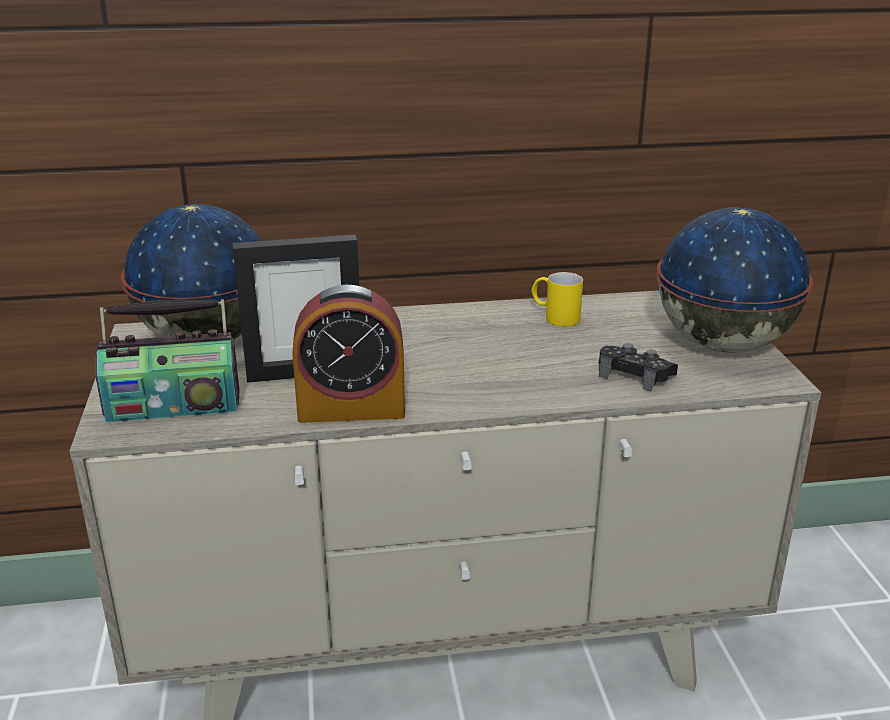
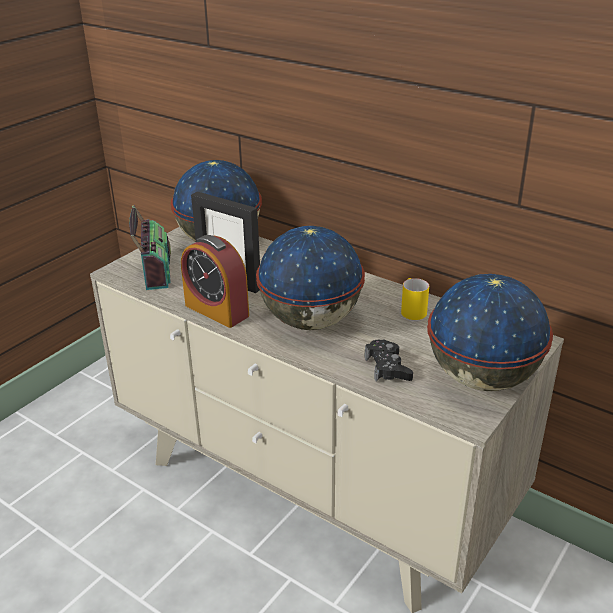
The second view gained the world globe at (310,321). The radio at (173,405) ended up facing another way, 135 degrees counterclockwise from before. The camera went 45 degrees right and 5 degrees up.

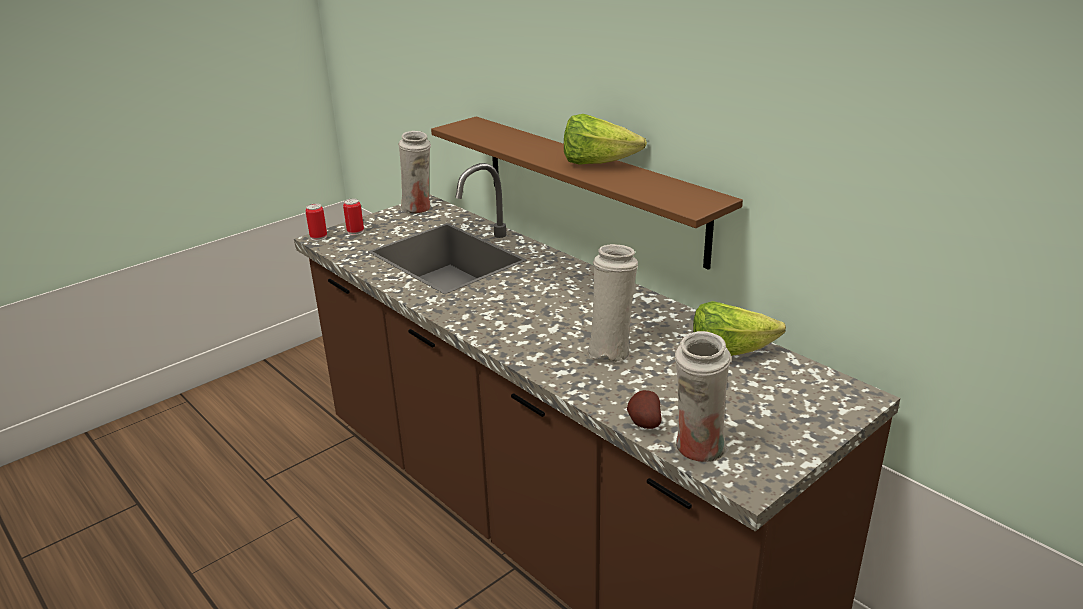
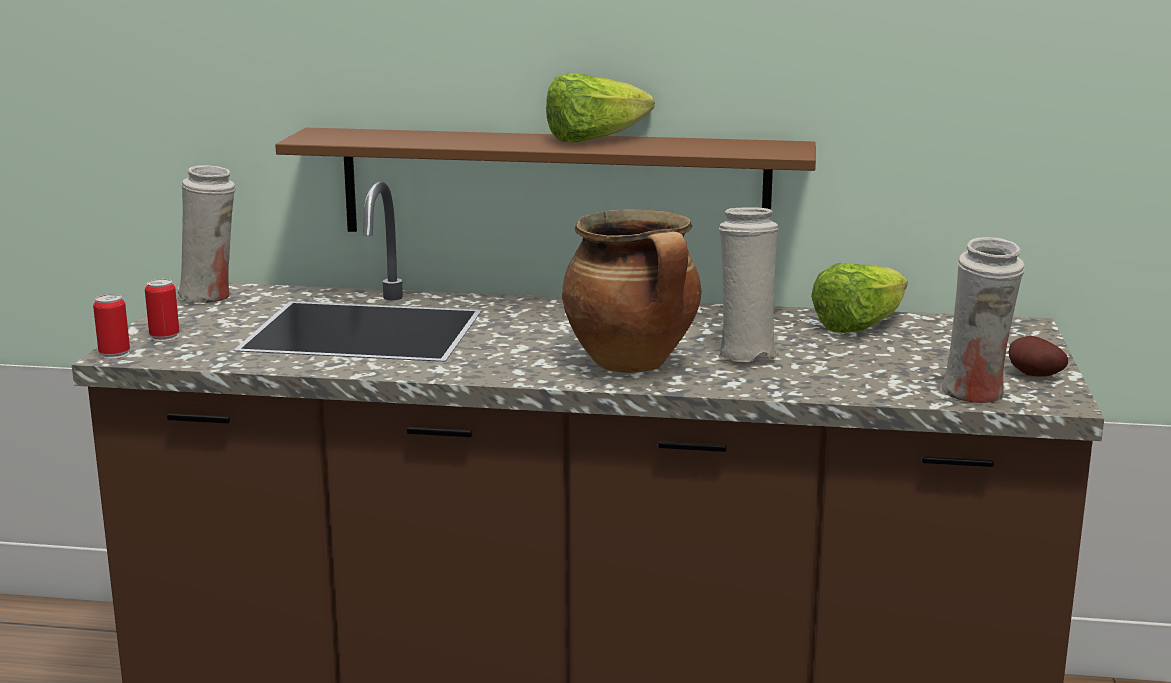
The second view gained the saucepot at (633,364). The potato ended up elsewhere, having gone from (643,423) to (1033,376). The camera went 40 degrees left and 10 degrees down.

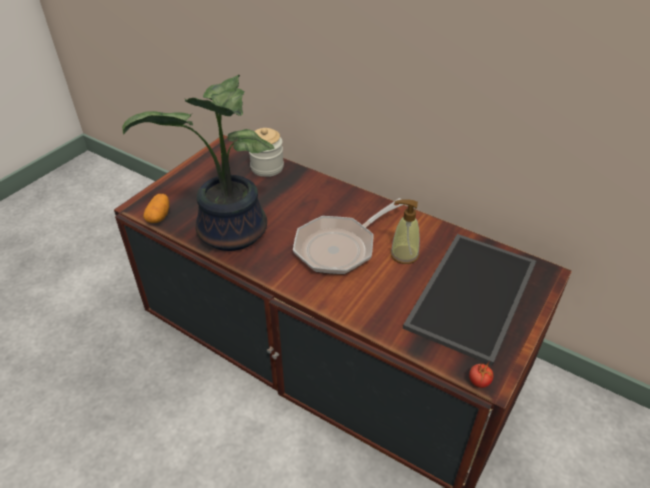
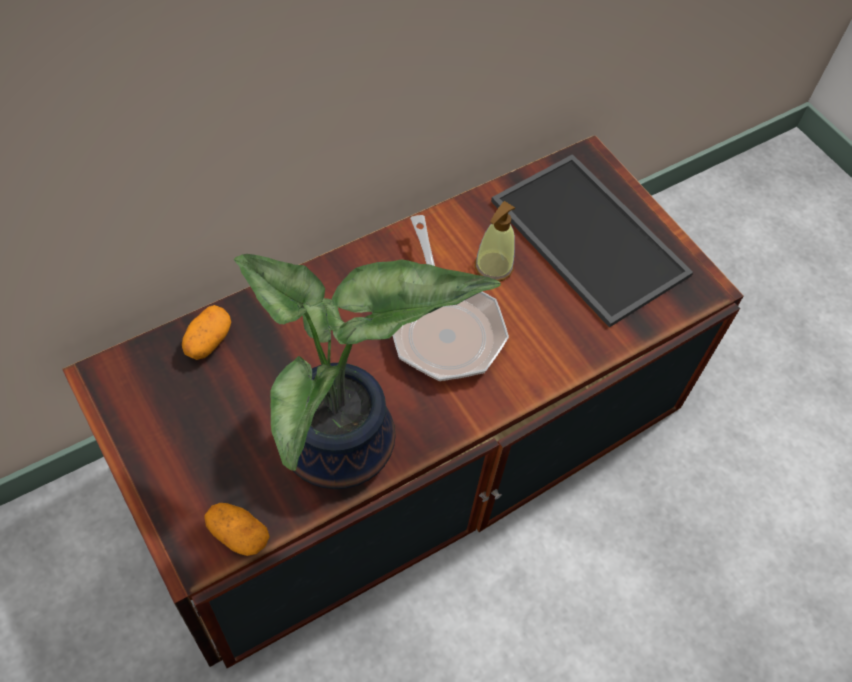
The second view lost the whole tomato at (479,382). Where the jar stood at (267,167), the potato came to stand at (208,341). The camera went 70 degrees left and 15 degrees up.

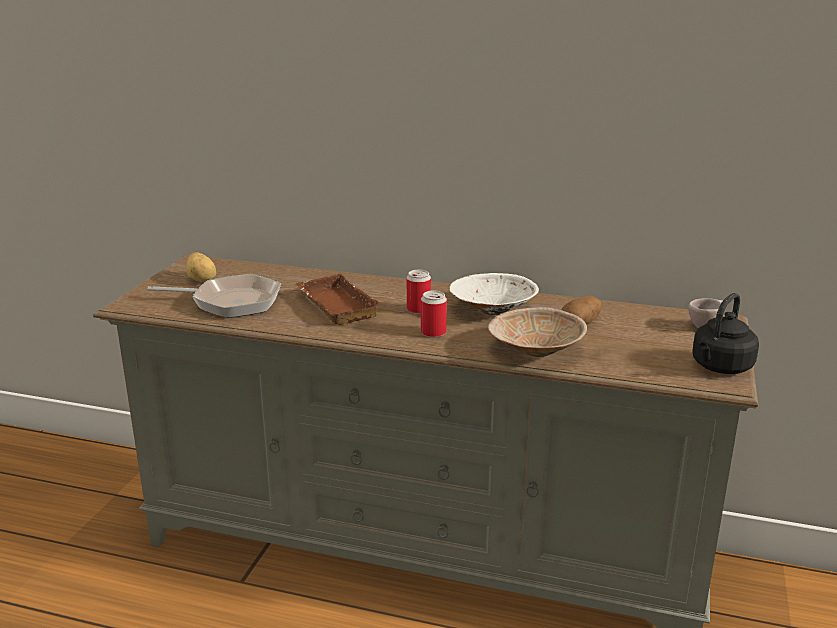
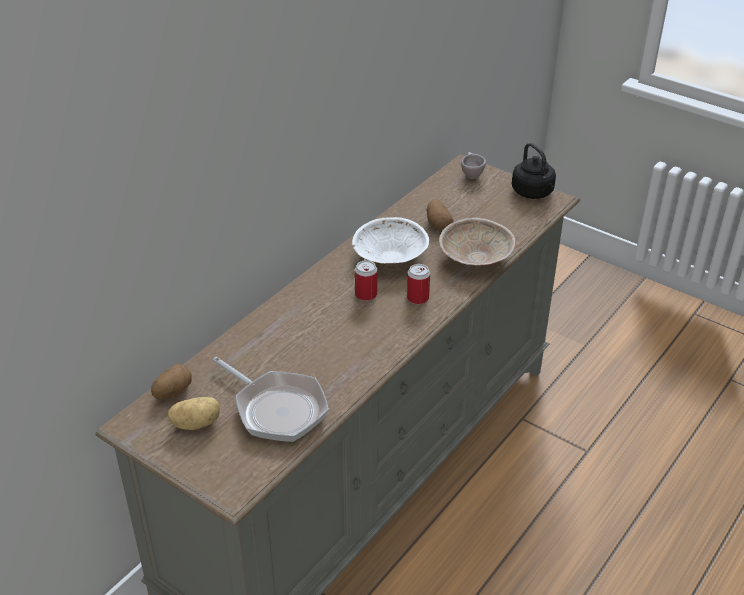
The second view lost the brown-coloured tray at (334,306). The second view gained the potato at (172,392). The pan at (231,302) ended up facing another way, 105 degrees clockwise from before. The camera went 70 degrees left and 15 degrees up.

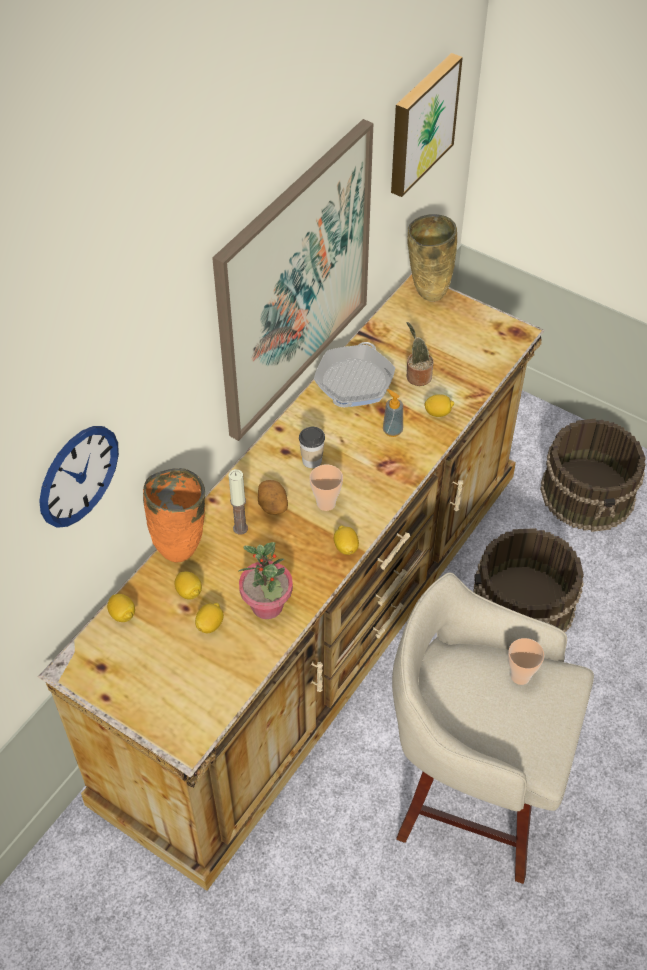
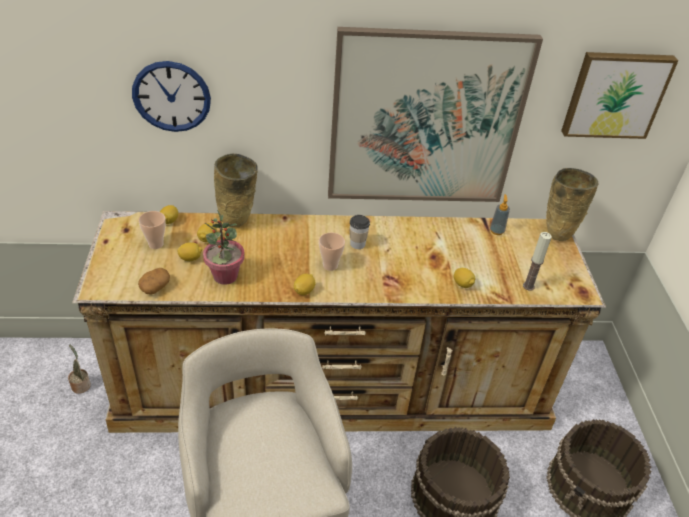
The second view lost the pan at (354,382). The wax light ended up elsewhere, having gone from (240,528) to (528,286). The potato ended up elsewhere, having gone from (272,504) to (155,287). The soap dispenser ended up elsewhere, having gone from (392,430) to (496,231). The plant in a pot ended up elsewhere, having gone from (417,376) to (81,385). The small cup ended up elsewhere, having gone from (520,676) to (156,244). What was the orangey flower vase at (182,548) turned into the beige flower vase at (237,222). The camera went 50 degrees right and 10 degrees down.

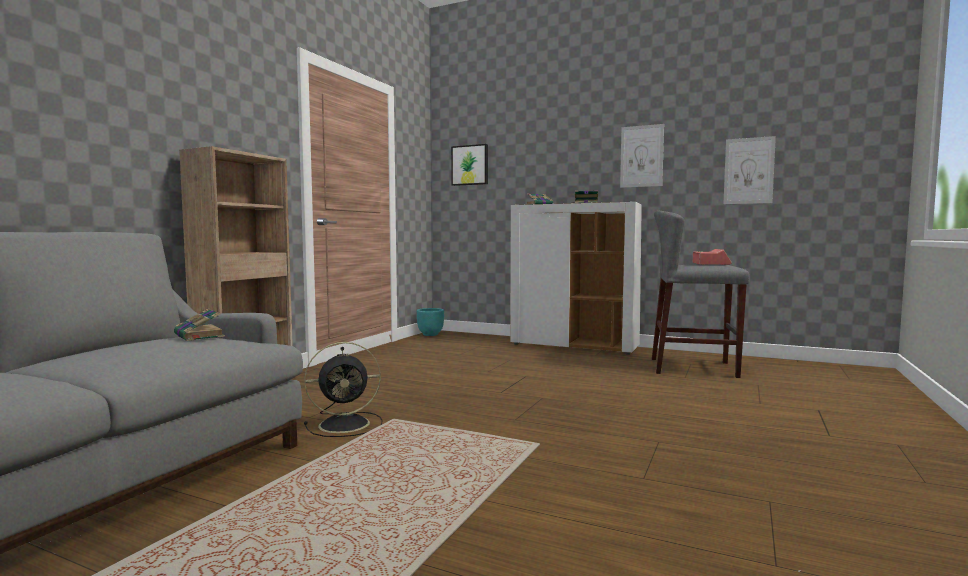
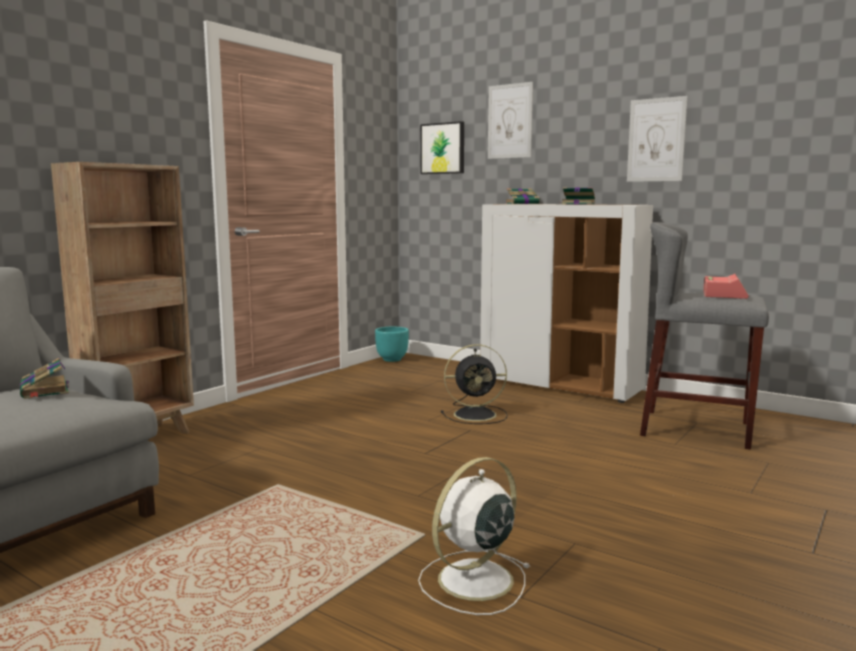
The second view gained the white electric fan at (473,581). The black electric fan ended up elsewhere, having gone from (346,424) to (477,414). The wall picture ended up elsewhere, having gone from (748,171) to (510,121). The camera went 10 degrees right and 5 degrees up.

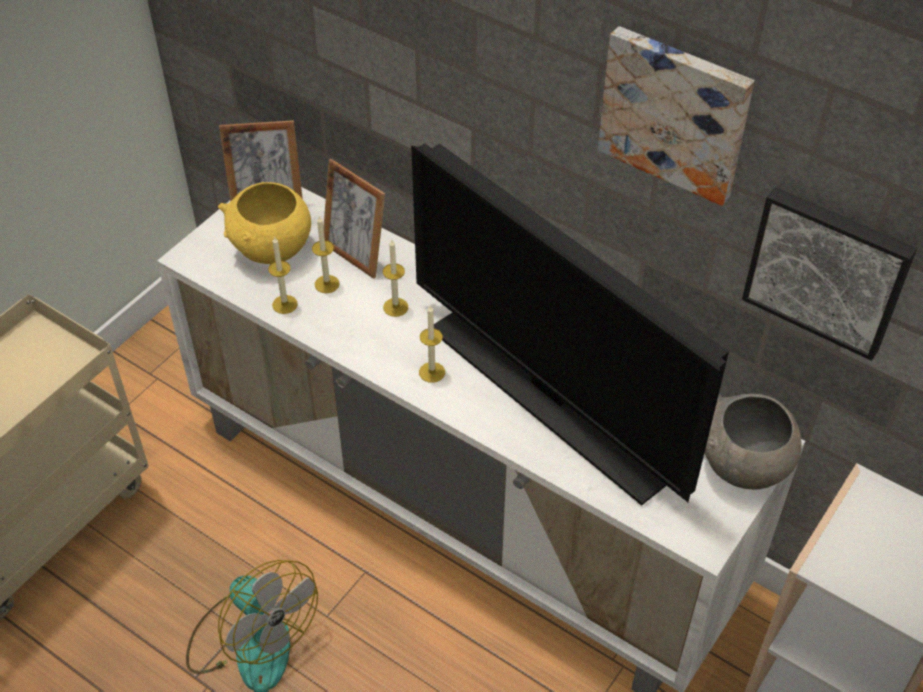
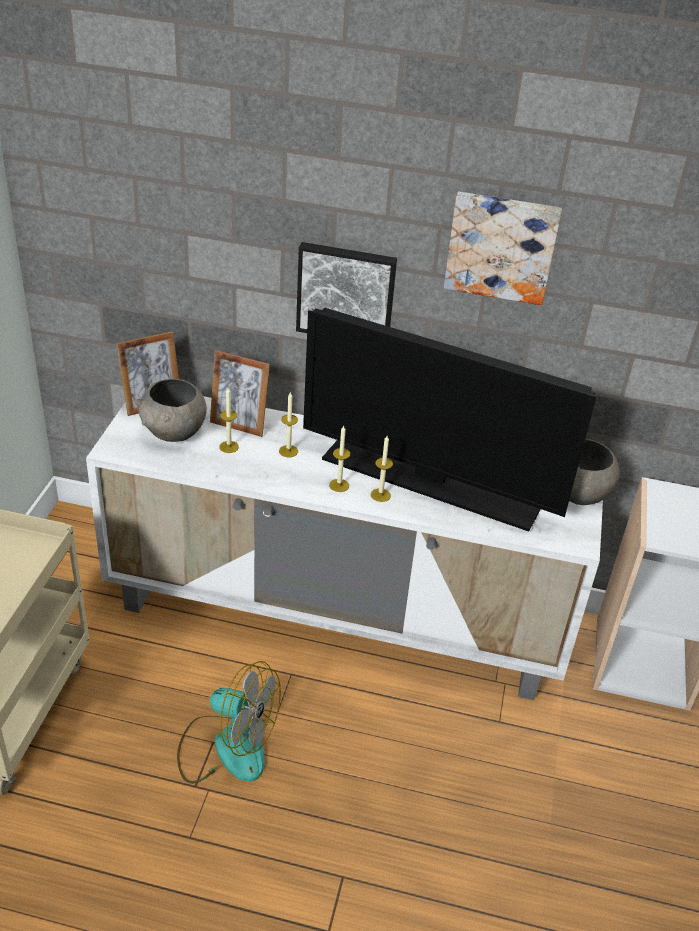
The wax light ended up elsewhere, having gone from (284,304) to (380,495). The wall picture ended up elsewhere, having gone from (827,270) to (346,292). What was the yellow-coloured serving bowl at (272,250) turned into the greyish serving bowl at (174,434). The camera went 25 degrees left and 10 degrees down.

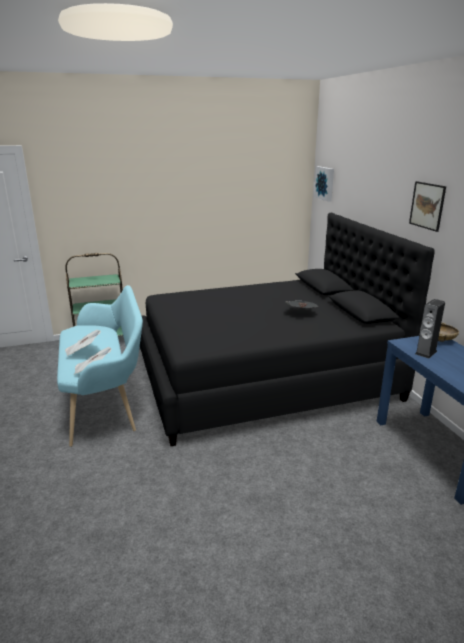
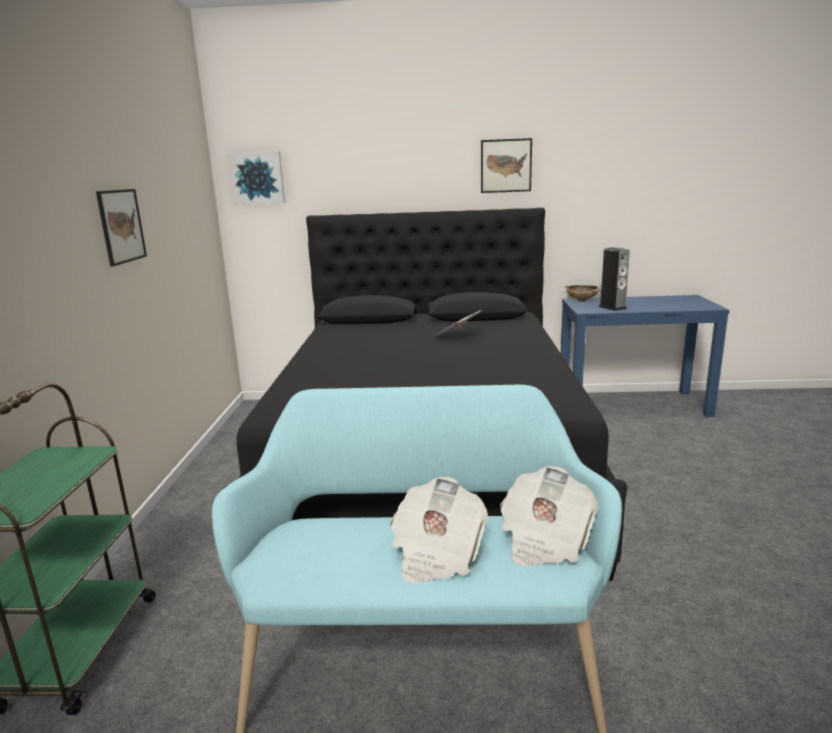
The second view gained the wall picture at (121,226). The camera went 70 degrees left and 5 degrees down.

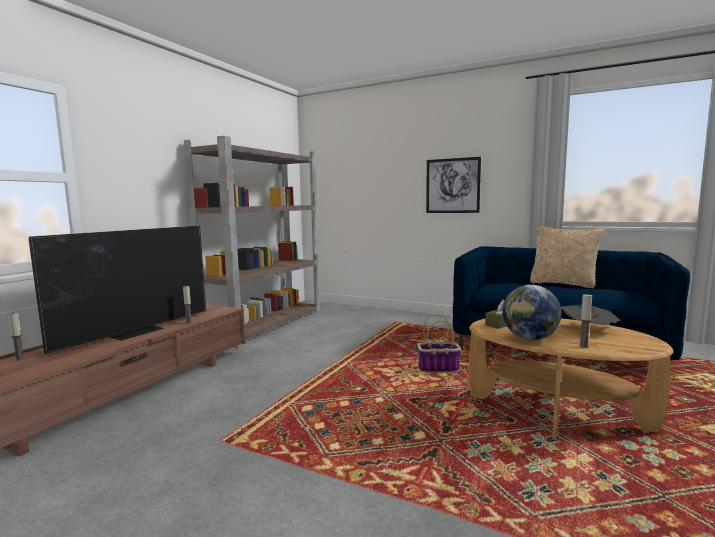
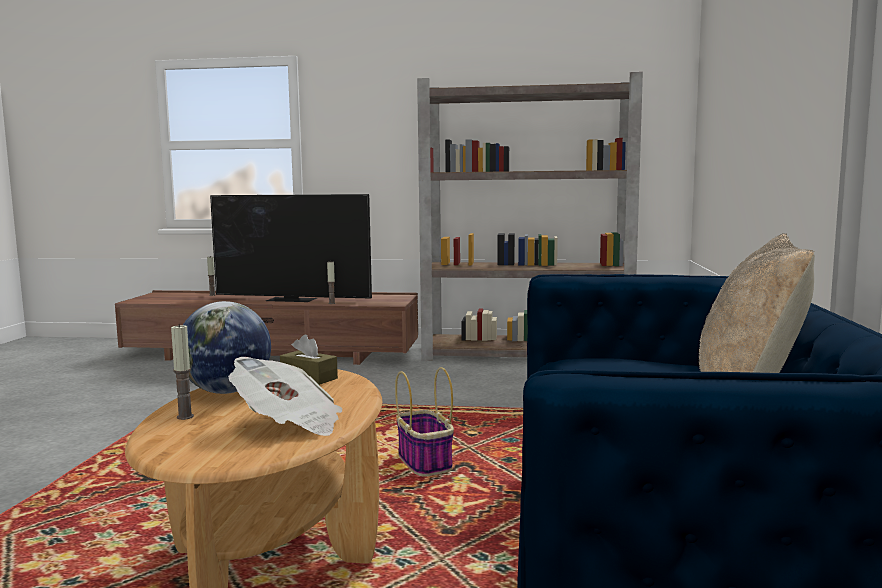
The second view lost the wall picture at (452,185). The camera went 70 degrees right and 0 degrees up.

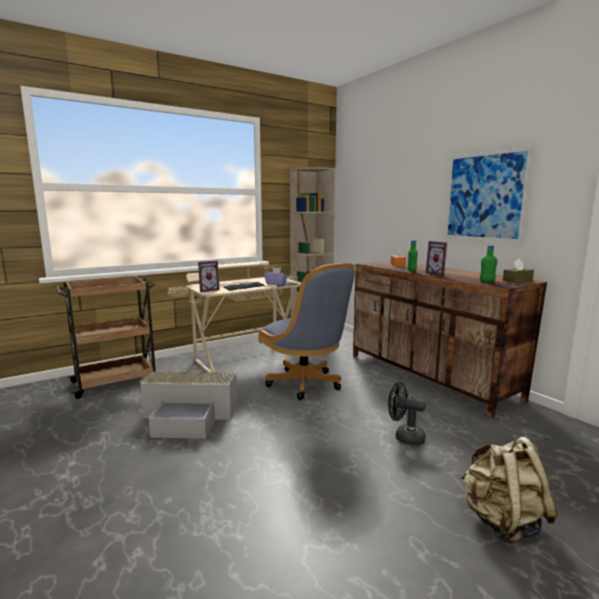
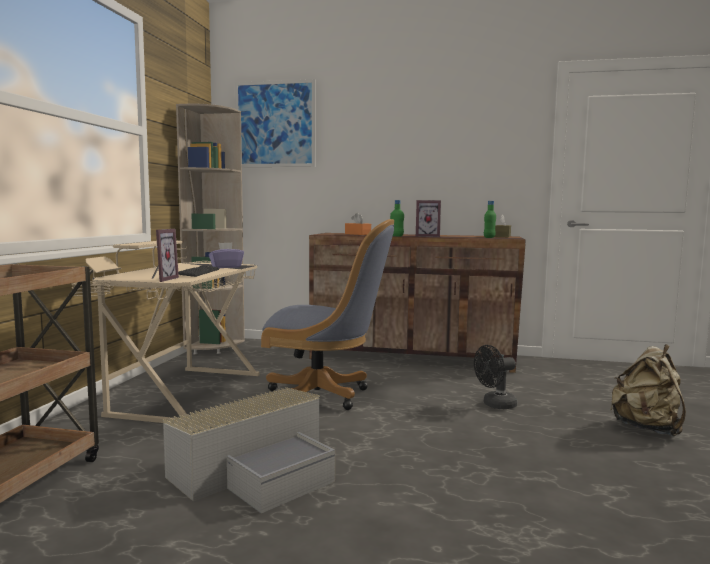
The wall picture ended up elsewhere, having gone from (484,197) to (275,124). The camera went 45 degrees left and 5 degrees down.

